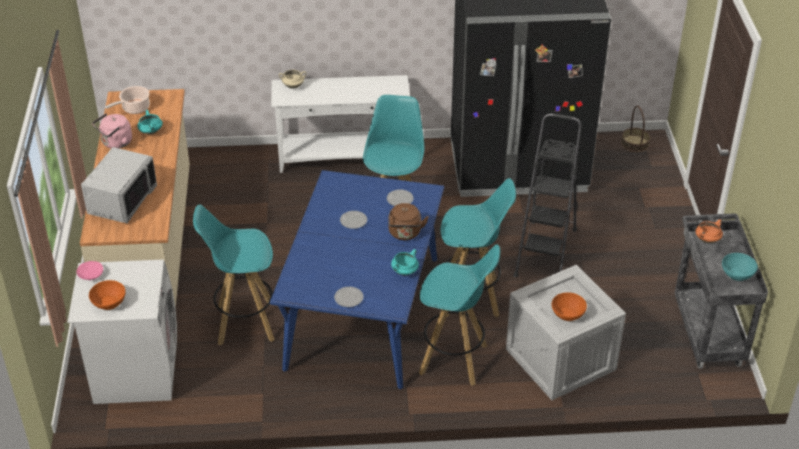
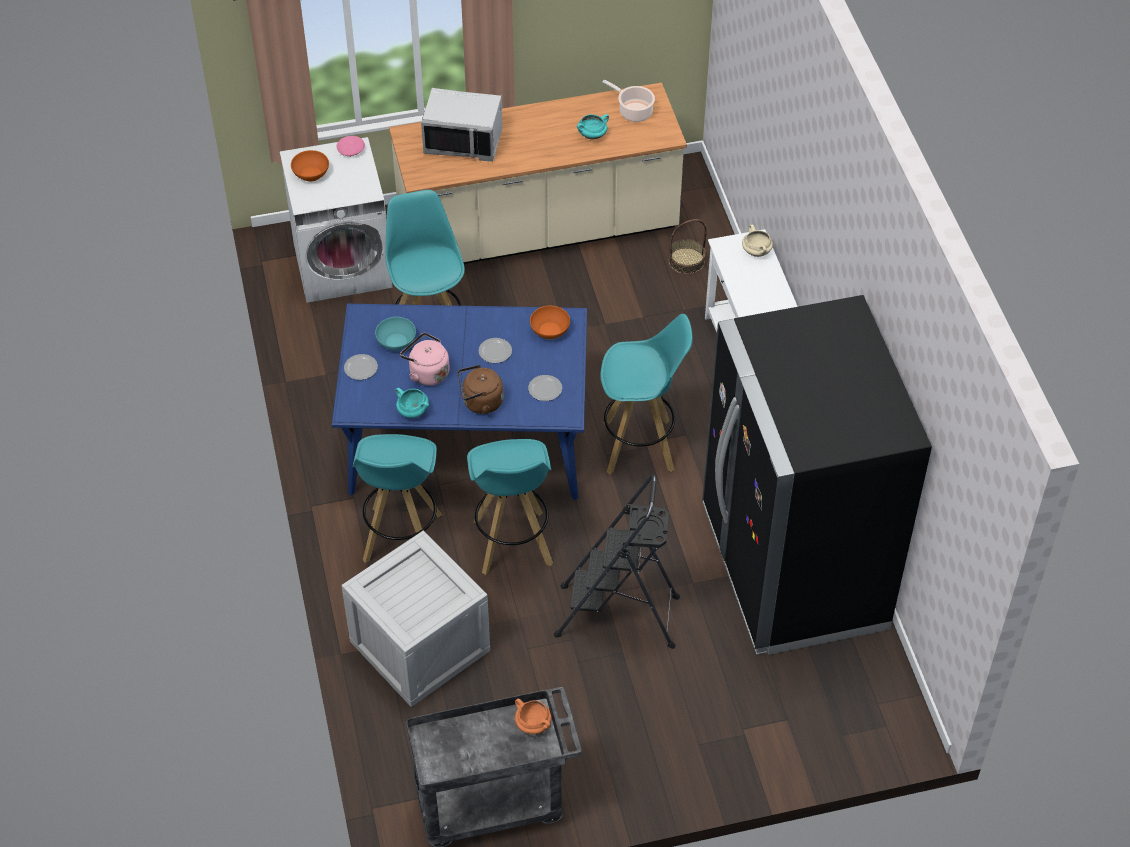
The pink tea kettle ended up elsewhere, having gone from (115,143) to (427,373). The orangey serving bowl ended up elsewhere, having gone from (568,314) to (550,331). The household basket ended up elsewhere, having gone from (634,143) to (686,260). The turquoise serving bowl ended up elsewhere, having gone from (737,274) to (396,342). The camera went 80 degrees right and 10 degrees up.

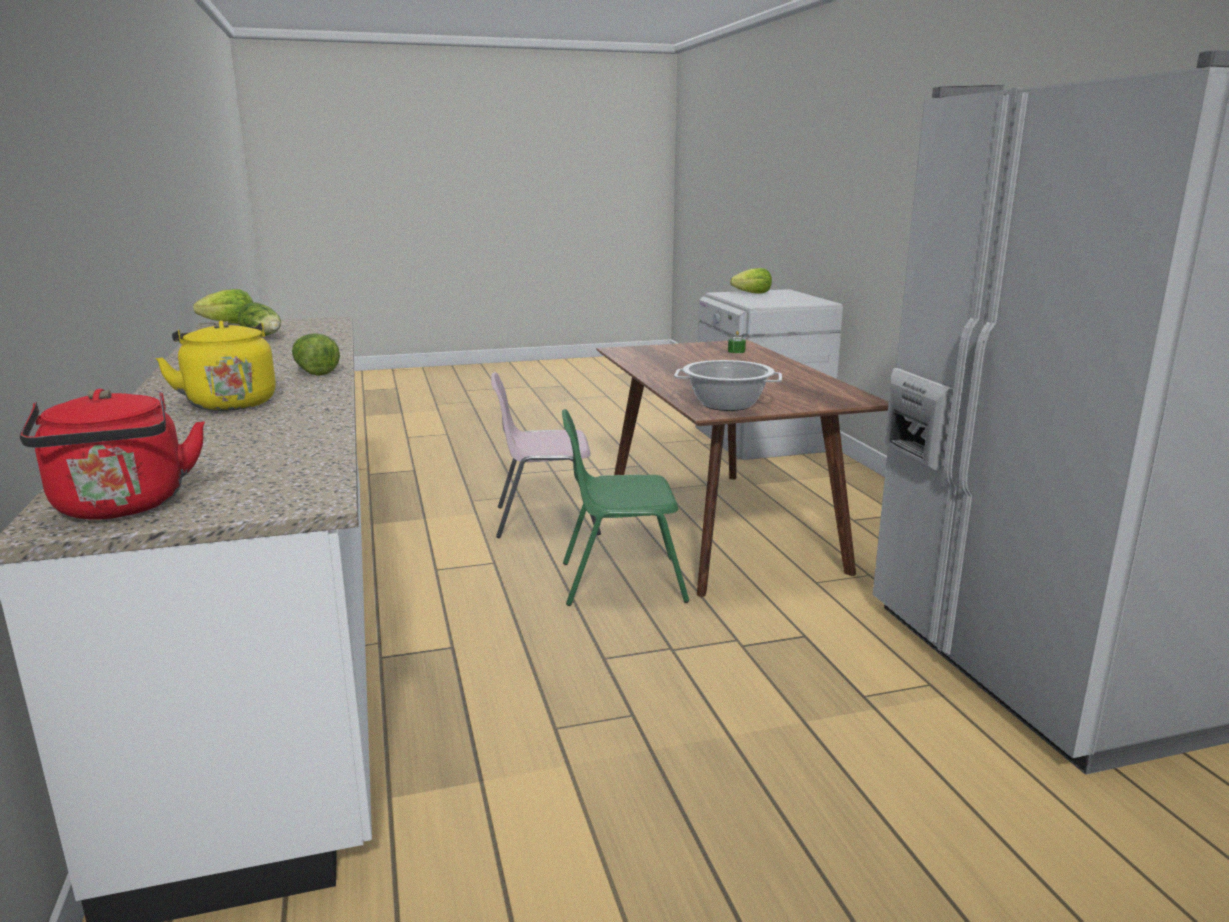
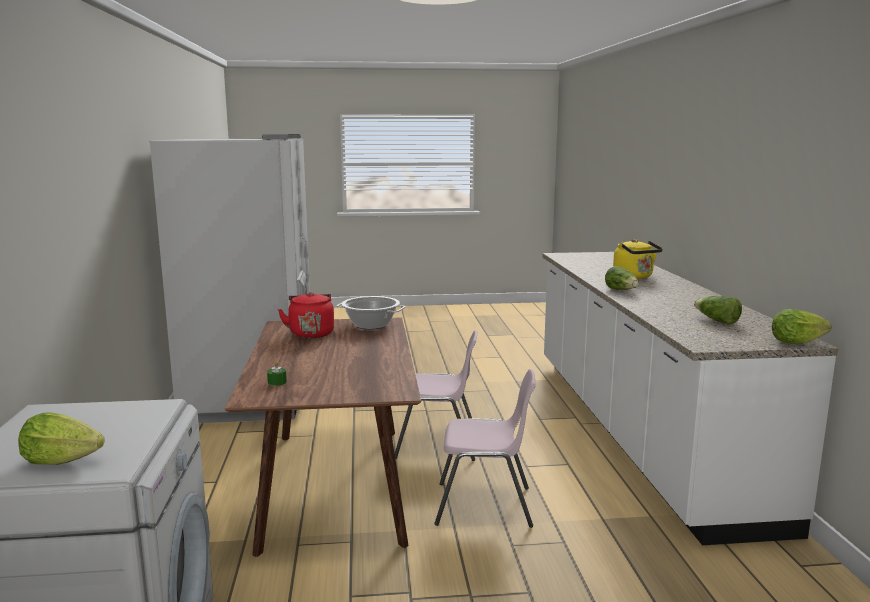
The reddish tea kettle ended up elsewhere, having gone from (121,507) to (311,333). What was the green chair at (620,581) turned into the pink chair at (438,445). The camera went 170 degrees left and 5 degrees down.

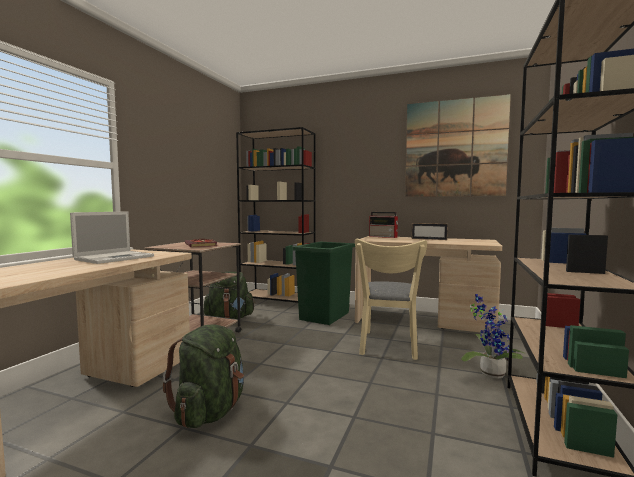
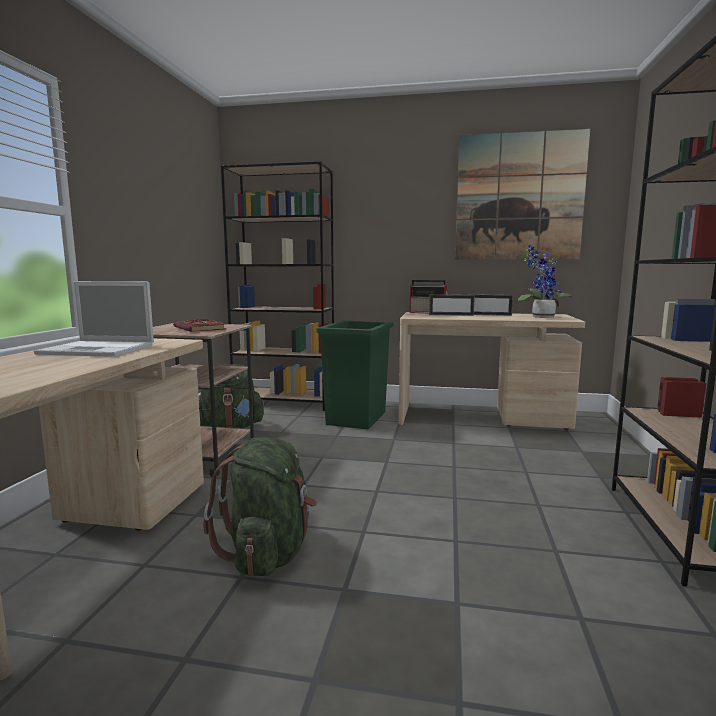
The second view lost the beige chair at (388,347). The second view gained the standing frame at (451,315). The plant in a pot ended up elsewhere, having gone from (489,372) to (540,317). The portable computer at (115,258) ended up facing another way, 75 degrees clockwise from before. The camera went 10 degrees left and 5 degrees up.

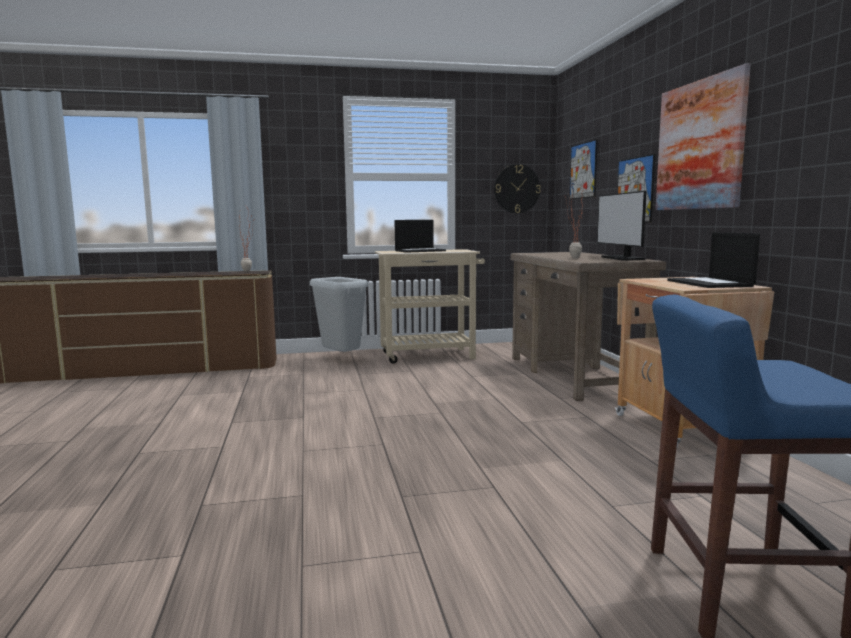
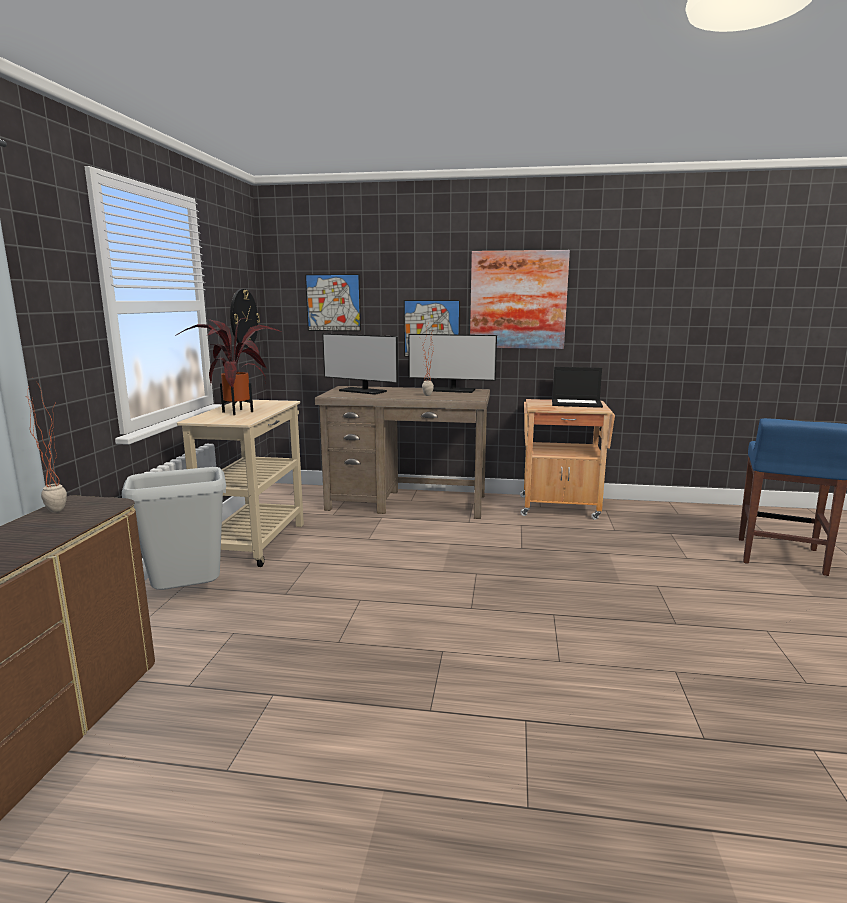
The second view gained the computer screen at (362,391). Where the portable computer stood at (420,251), the plant in a pot came to stand at (237,411). The camera went 70 degrees left and 5 degrees up.

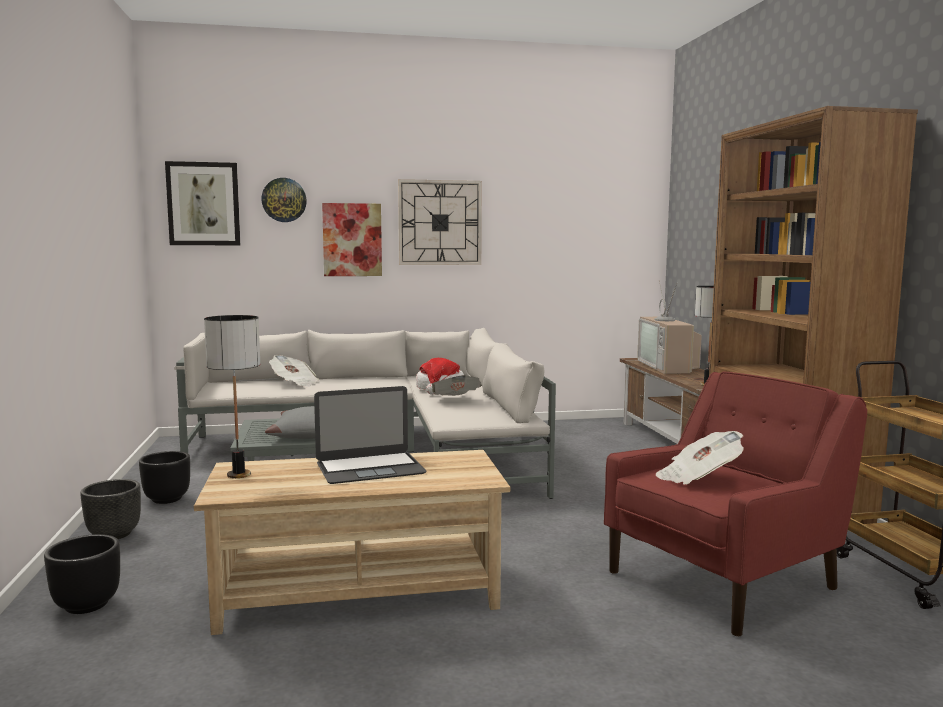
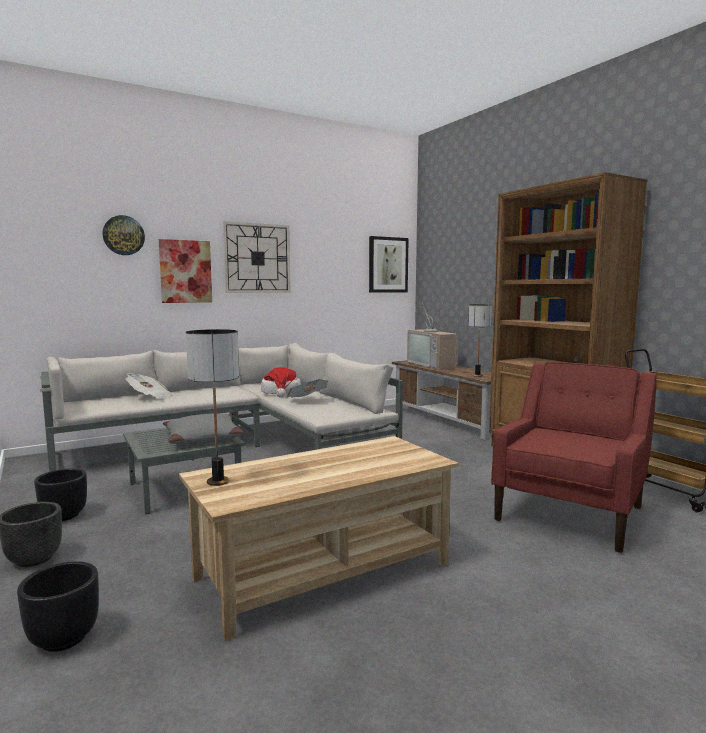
The second view lost the portable computer at (370,468). The second view lost the printed paper at (698,478). The wall picture ended up elsewhere, having gone from (203,204) to (388,265). The camera went 20 degrees left and 0 degrees up.

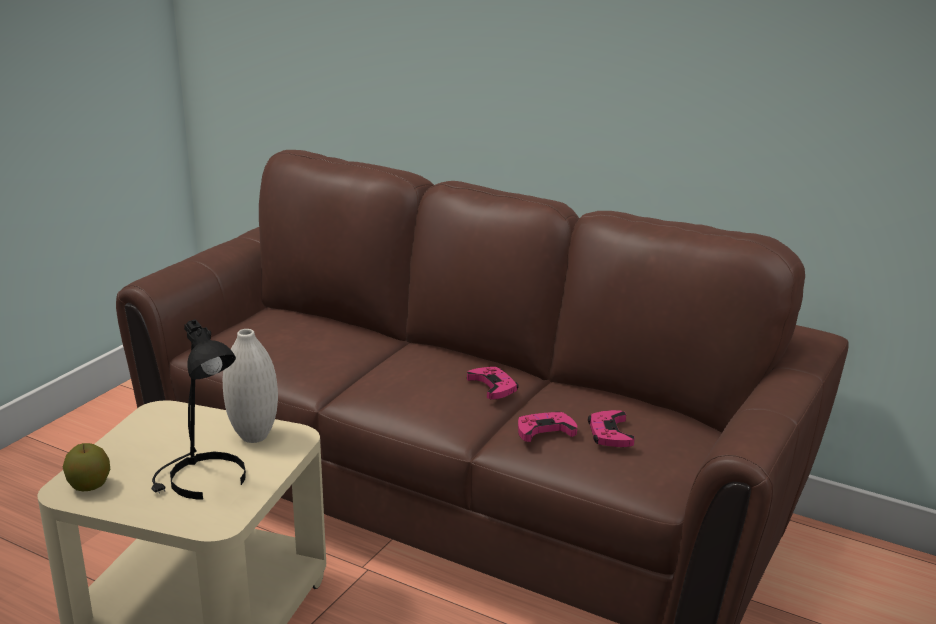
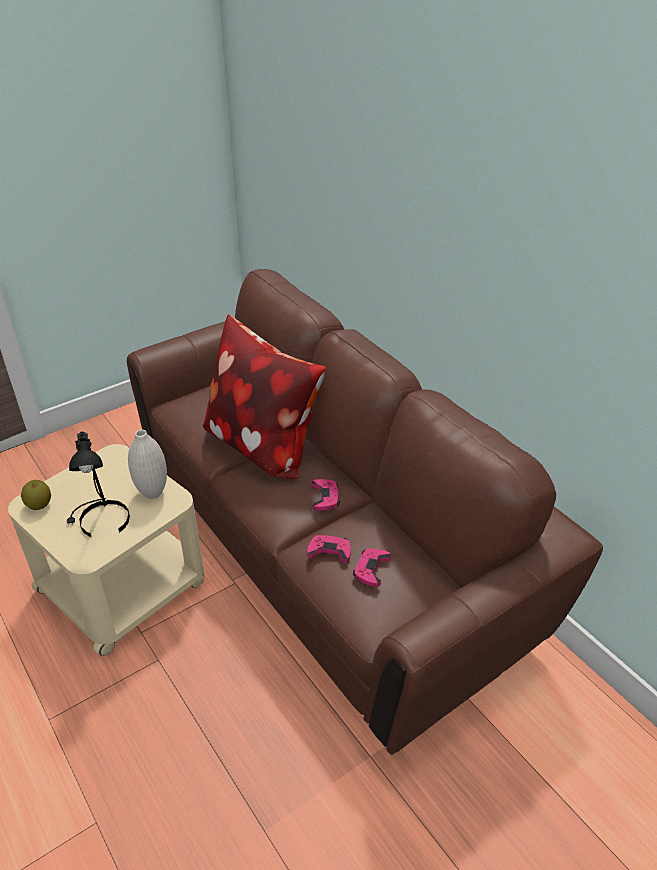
The second view gained the cushion at (262,444). The camera went 25 degrees right and 15 degrees up.

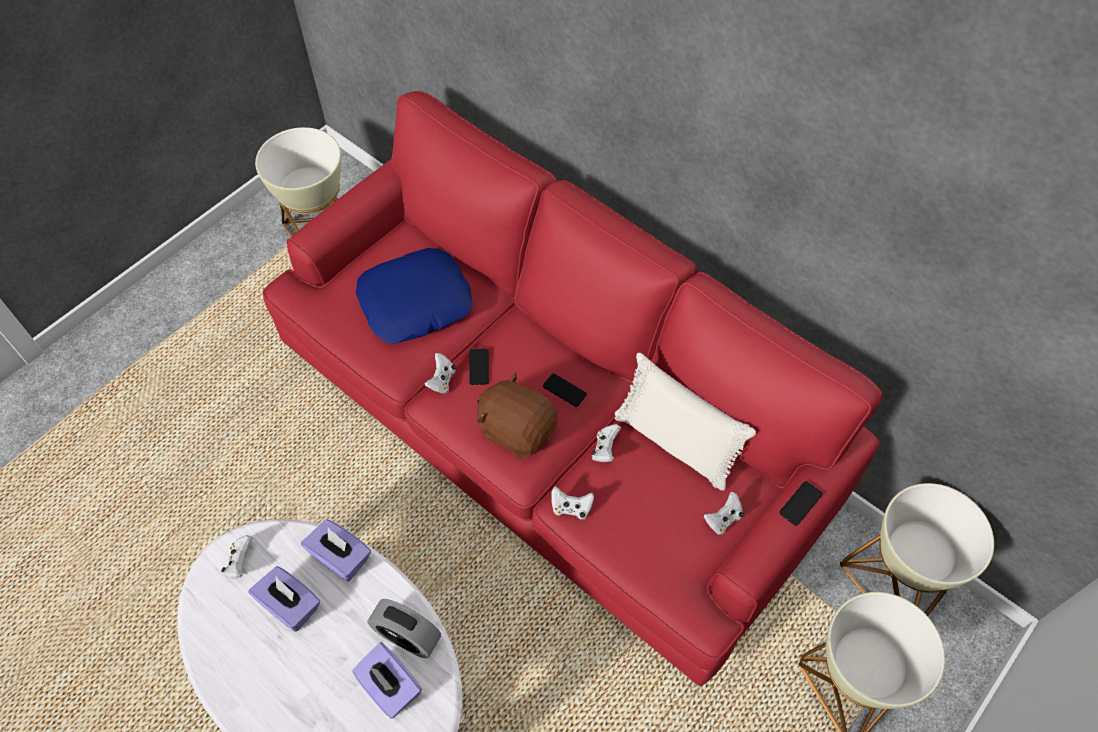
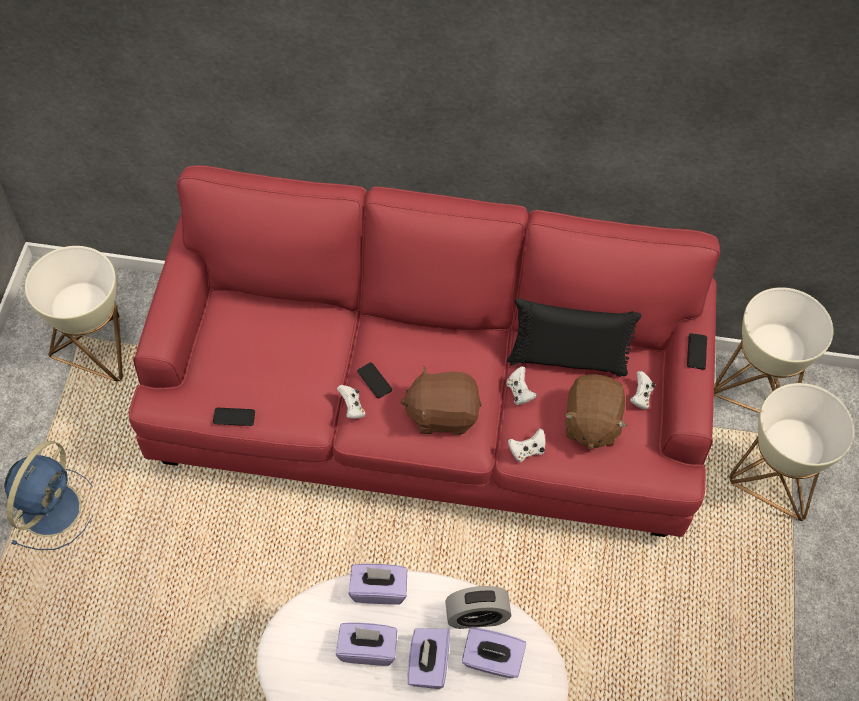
The second view lost the white gamepad at (240,562). The second view lost the bluish cushion at (416,303). The second view gained the bluish electric fan at (52,507). The second view gained the purple box of tissues at (427,665). The second view gained the brown-coloured plush toy at (590,423). The phone ended up elsewhere, having gone from (564,390) to (234,417). What was the white cushion at (676,442) turned into the black cushion at (567,358). The camera went 35 degrees left and 0 degrees up.

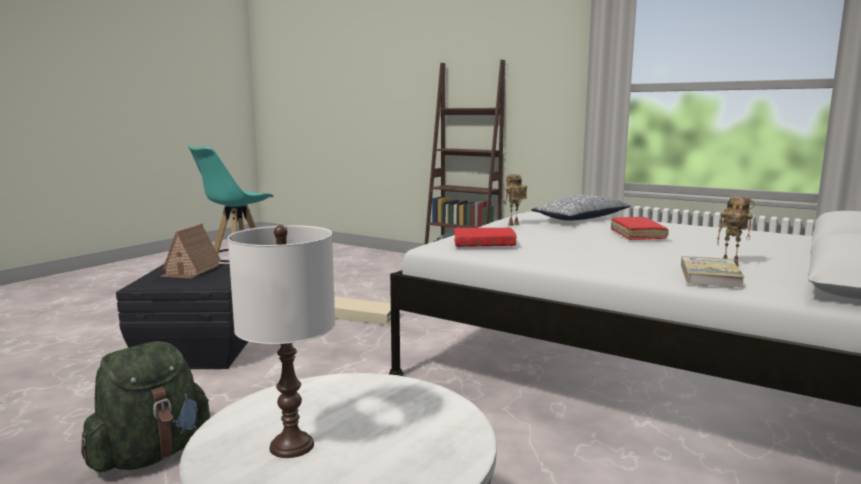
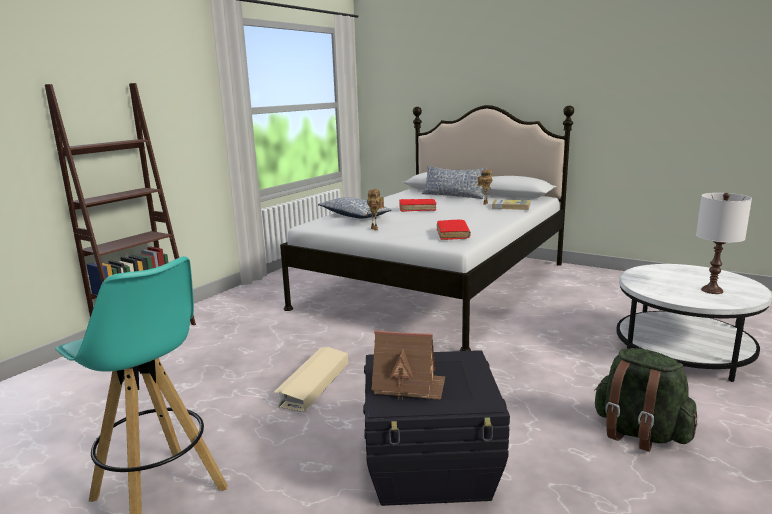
The second view gained the cushion at (453,195). The camera went 90 degrees left and 5 degrees up.

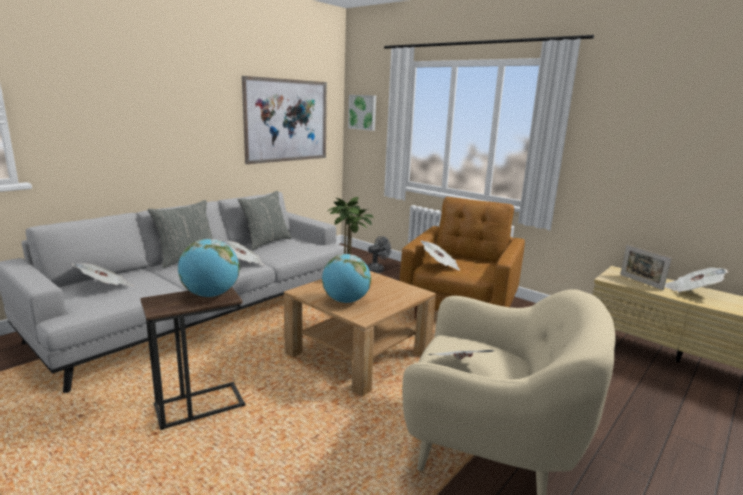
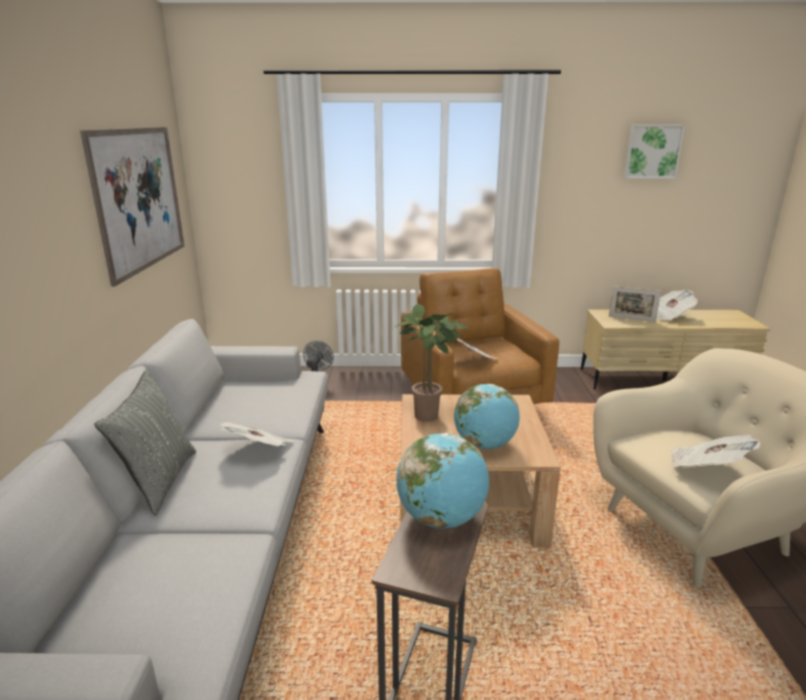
The second view lost the printed paper at (106,287). The second view lost the greyish cushion at (266,242). The wall picture ended up elsewhere, having gone from (363,112) to (652,151). The camera went 40 degrees left and 5 degrees up.

